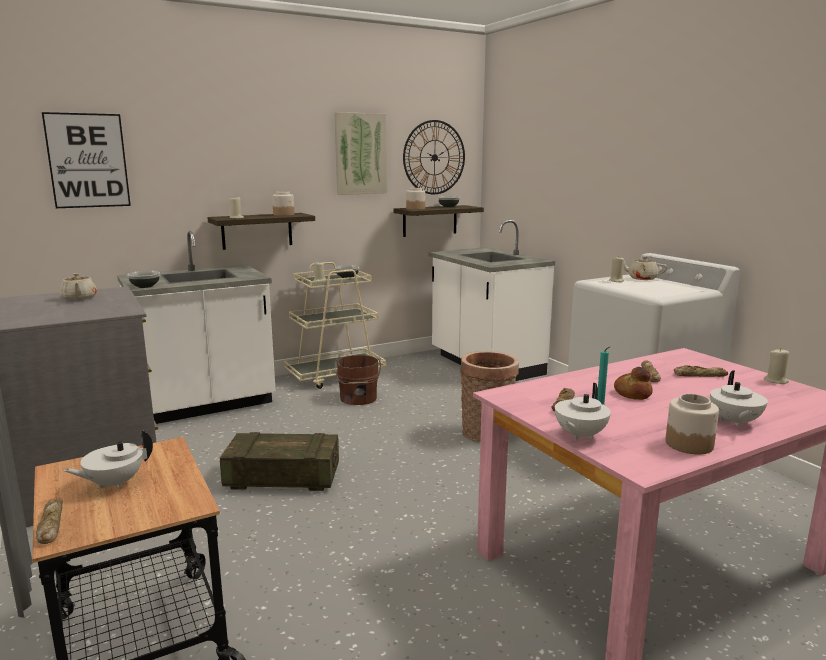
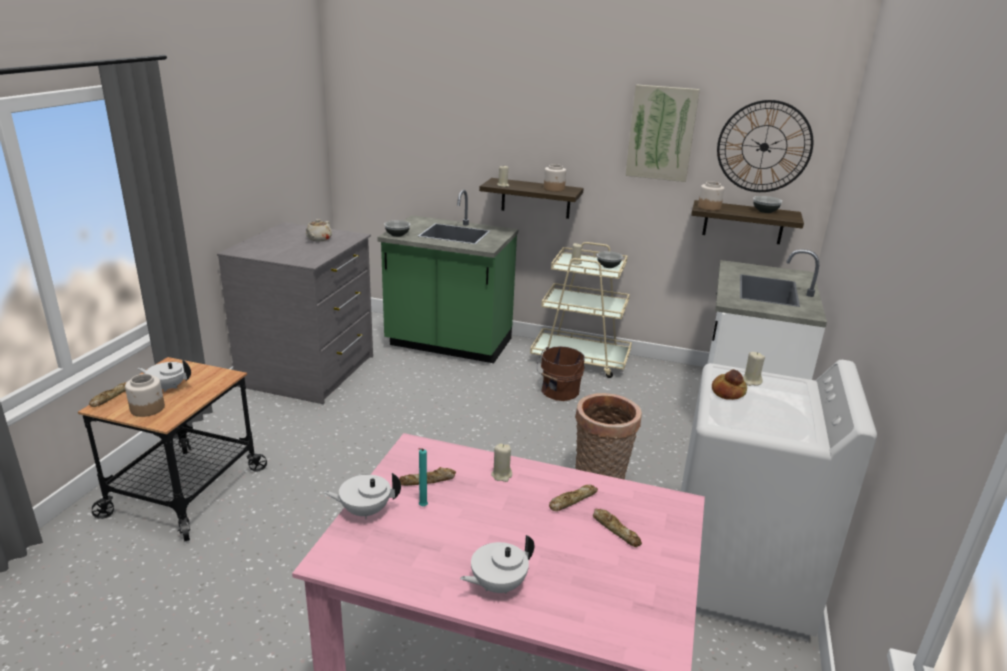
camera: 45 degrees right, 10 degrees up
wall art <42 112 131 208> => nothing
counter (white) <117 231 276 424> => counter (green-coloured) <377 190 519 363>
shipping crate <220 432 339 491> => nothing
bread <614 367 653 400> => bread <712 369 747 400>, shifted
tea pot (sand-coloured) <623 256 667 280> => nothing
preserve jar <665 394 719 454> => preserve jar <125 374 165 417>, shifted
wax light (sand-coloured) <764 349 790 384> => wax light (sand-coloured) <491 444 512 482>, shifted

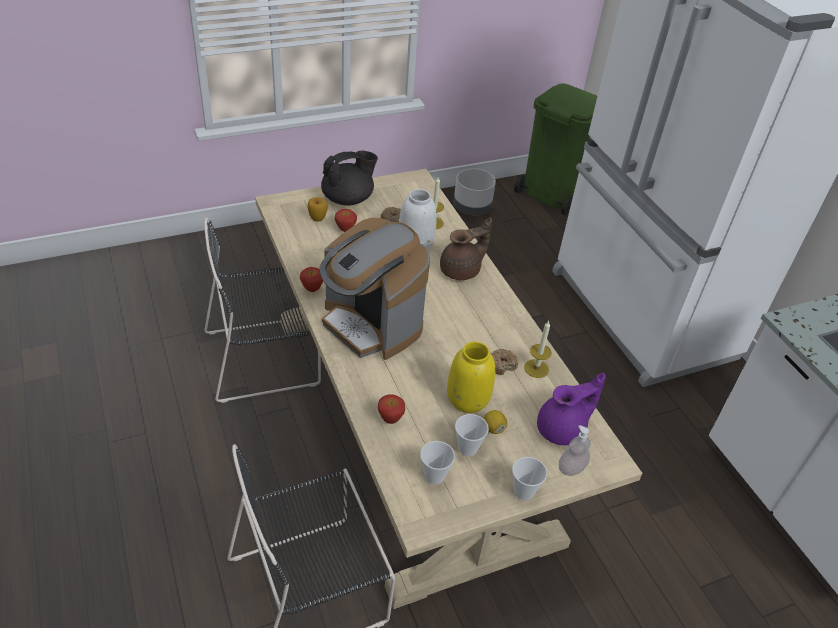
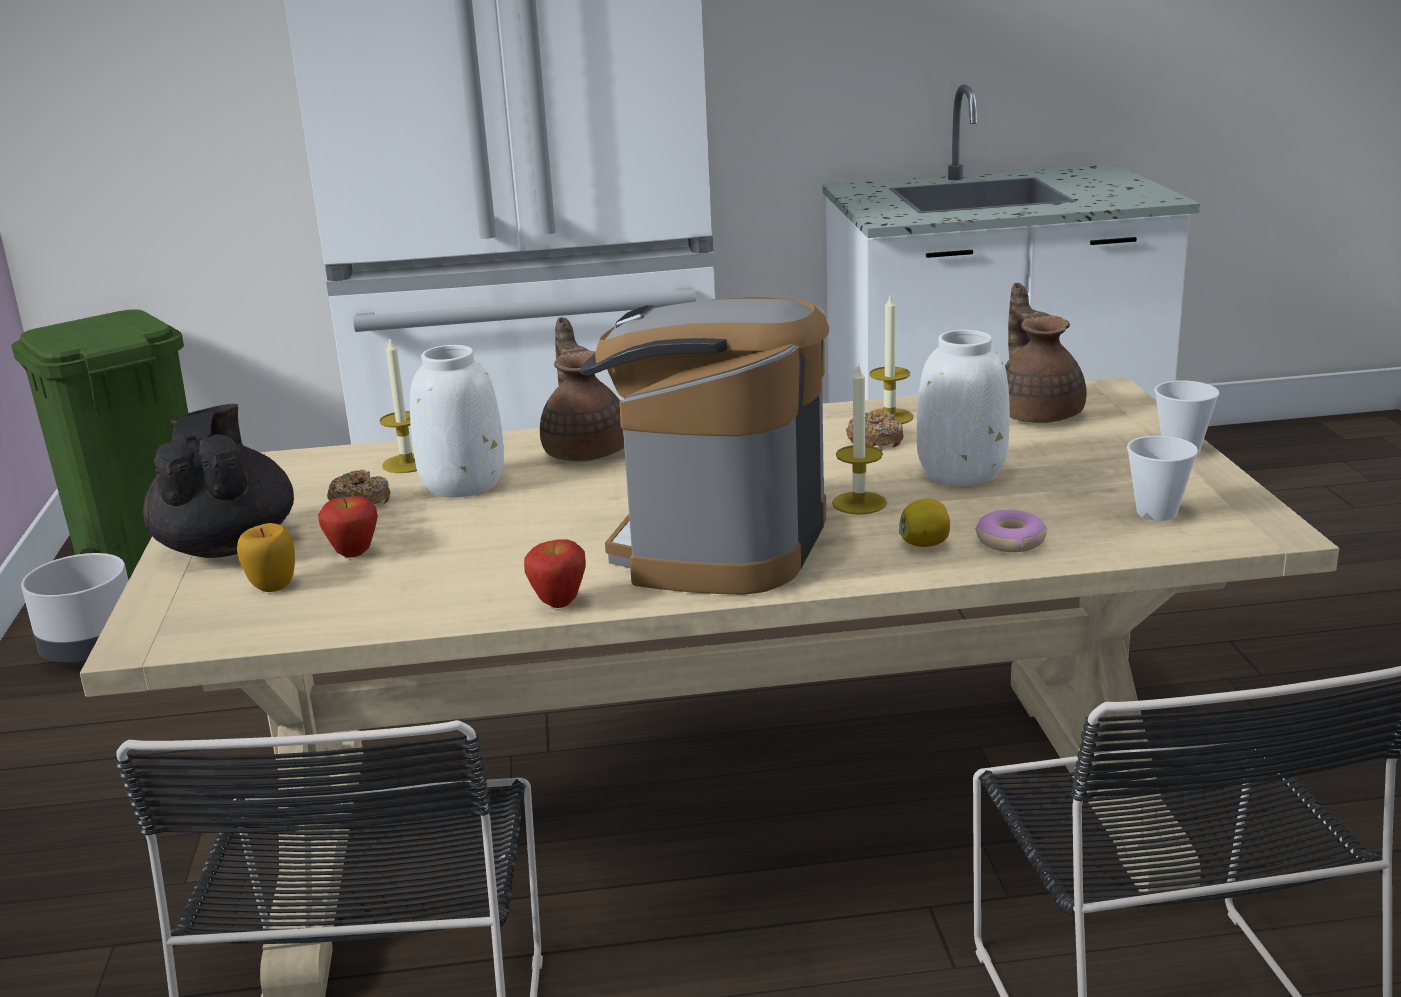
camera: 70 degrees left, 20 degrees down
coffee machine <319 218 430 360> => coffee machine <580 298 829 595>, 135 degrees clockwise
apple <378 395 405 424> => donut <975 510 1047 552>
decorative vase (yellowish) <447 342 495 413> => decorative vase (white) <917 330 1010 486>
cup <455 414 489 456> => nothing
lemon <483 410 507 434> => lemon <899 499 950 547>, shifted
tea pot (purple) <537 373 606 445> => tea pot (brown) <1005 283 1087 423>
liquid soap bottle <559 425 591 476> => nothing
nothing => wax light <832 366 887 515>

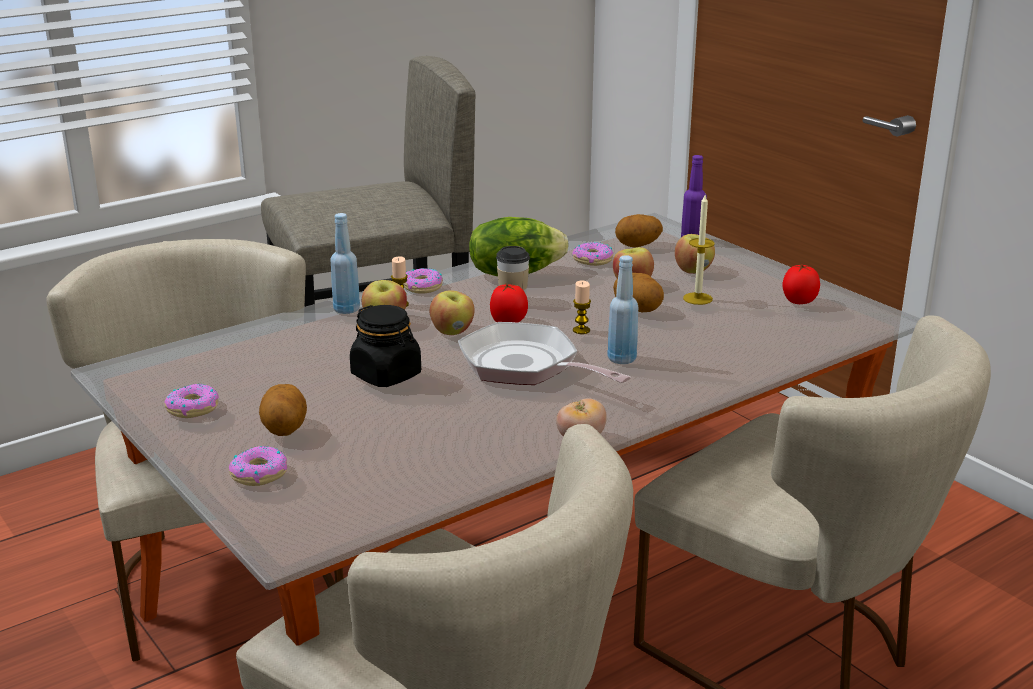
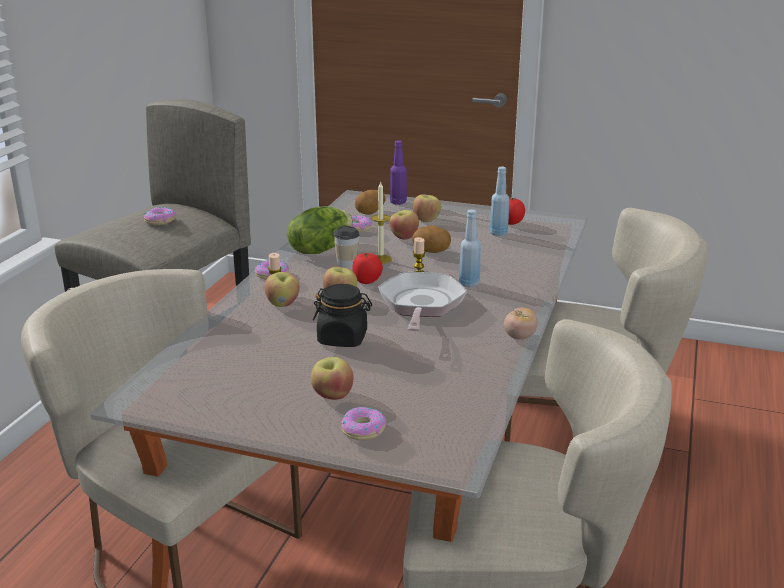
camera: 35 degrees left, 0 degrees up
donut <164 384 219 418> => donut <144 207 176 225>, shifted
spud <259 384 307 436> => apple <311 357 353 400>
bottle (bluish) <330 213 360 314> => bottle (bluish) <490 167 509 236>, shifted
pan <458 322 631 385> => pan <378 272 467 331>, 90 degrees clockwise
wax light <683 195 715 305> => wax light <371 181 392 264>, shifted

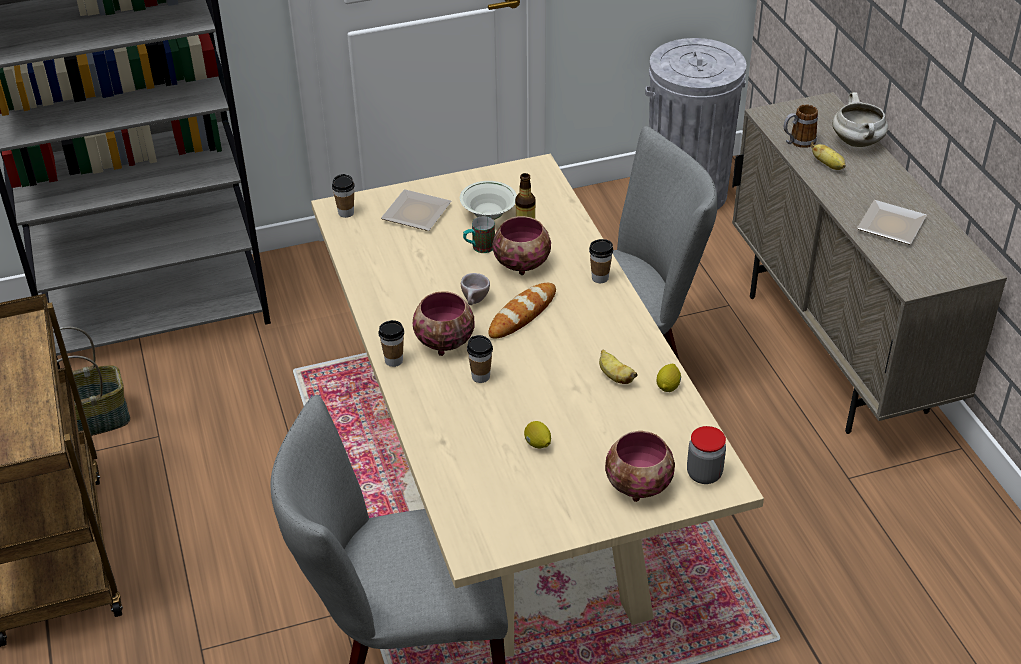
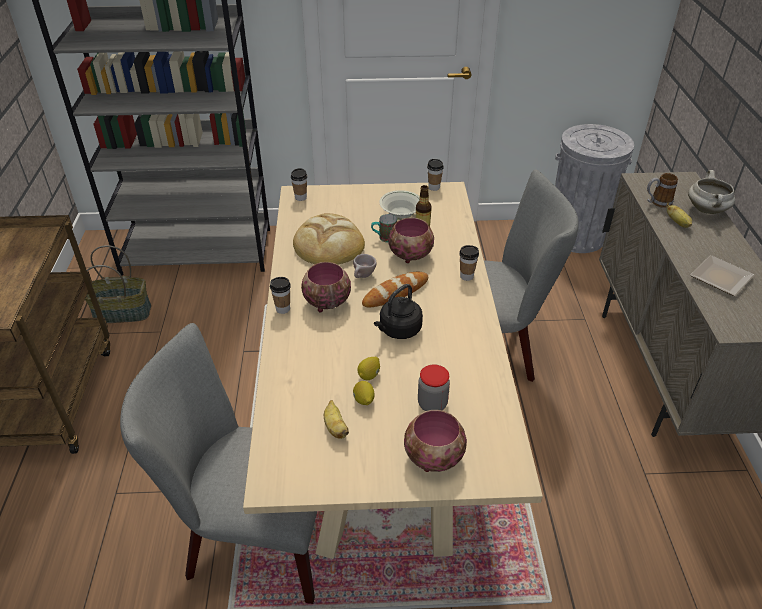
camera: 15 degrees right, 0 degrees up
dinner plate <381 189 451 231> => nothing
cup <467 335 493 383> => cup <427 159 444 191>, shifted
banana fruit <599 349 638 384> => banana fruit <324 400 349 439>, shifted
lemon <656 364 681 392> => lemon <357 357 380 380>, shifted
preserve jar <687 426 726 484> => preserve jar <418 364 450 411>, shifted
nothing => bread <293 213 365 264>
nothing => kettle (black-coloured) <374 284 423 339>

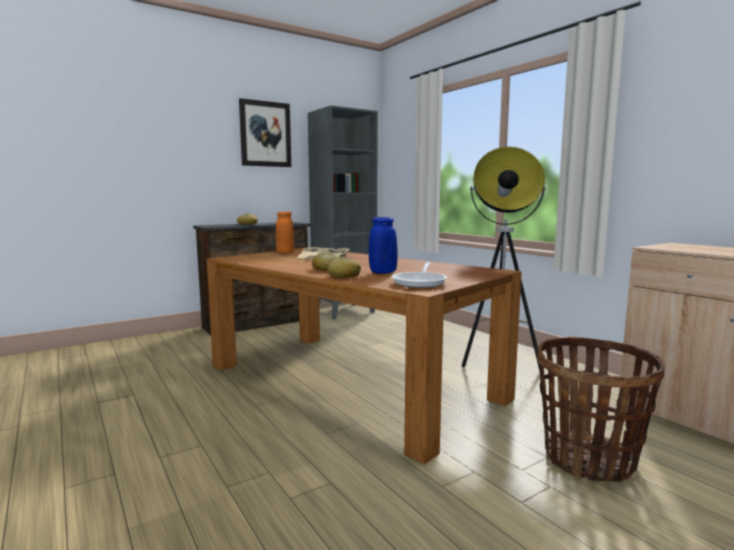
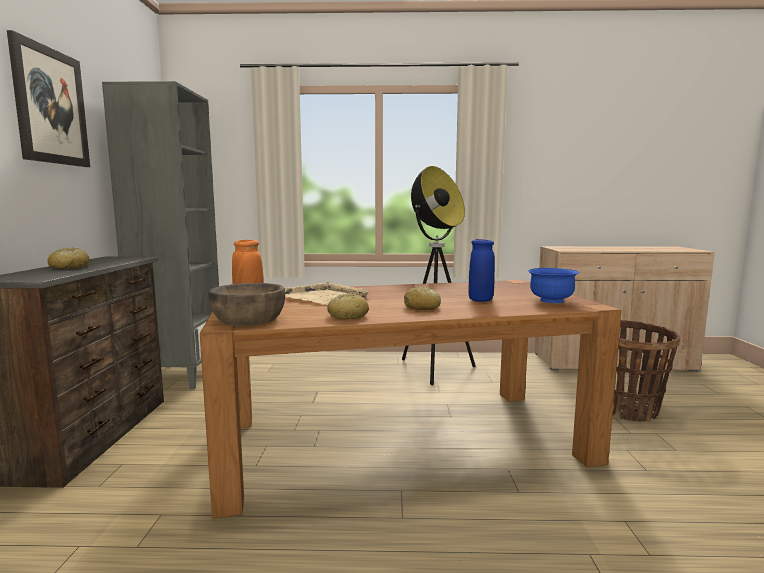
camera: 55 degrees left, 0 degrees up
bread <327 257 361 278> => bread <327 293 369 319>, shifted
pan <392 262 447 288> => deep dish (bluish) <528 268 579 303>
nothing => deep dish (brown) <209 283 285 326>

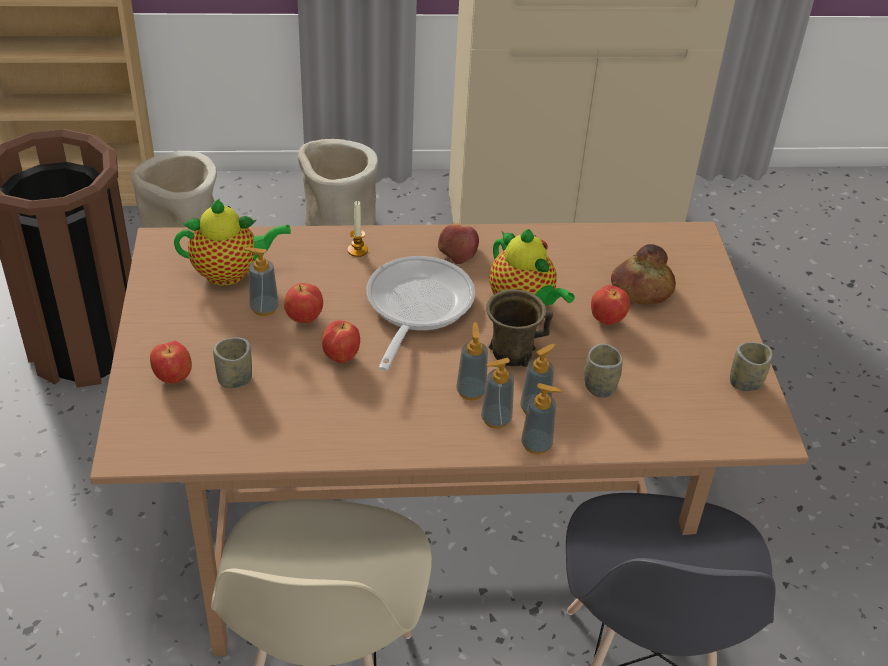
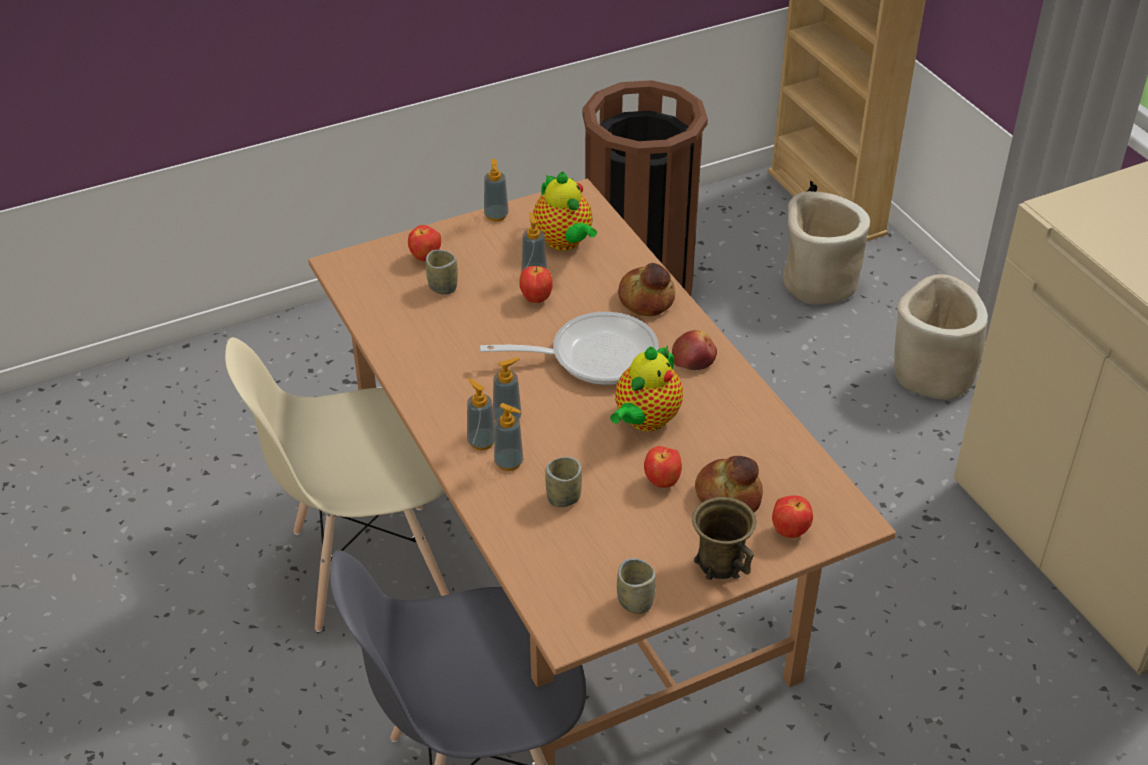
camera: 70 degrees right, 0 degrees up
apple <322 320 360 363> => apple <772 495 813 538>, shifted
wax light <347 201 368 257> => bread <618 263 676 316>
coffee mug (brown) <486 289 553 367> => coffee mug (brown) <692 497 756 580>, shifted
liquid soap bottle <521 383 562 455> => liquid soap bottle <484 159 509 222>, shifted

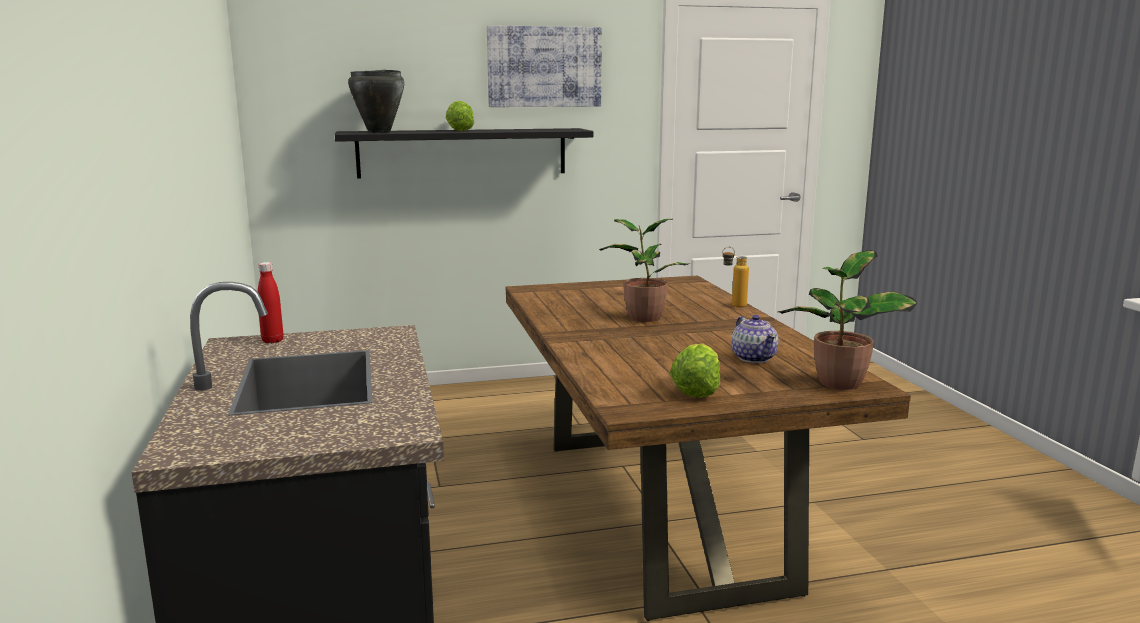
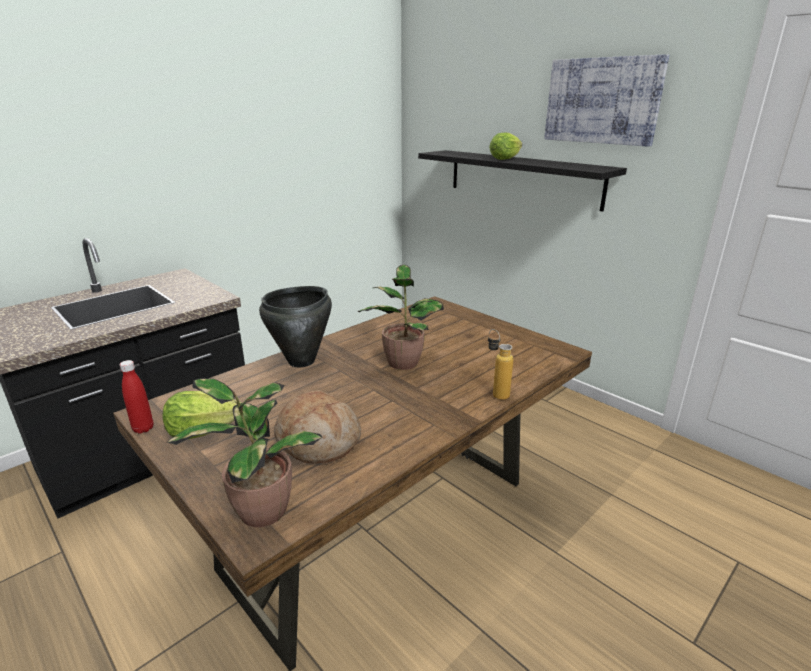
camera: 60 degrees right, 10 degrees up
bottle (reddish) <258 262 283 343> => bottle (reddish) <119 360 153 434>, shifted
saucepot (black-coloured) <348 70 404 133> => saucepot (black-coloured) <259 286 332 367>, shifted
tea pot <731 315 778 363> => bread <274 390 361 463>

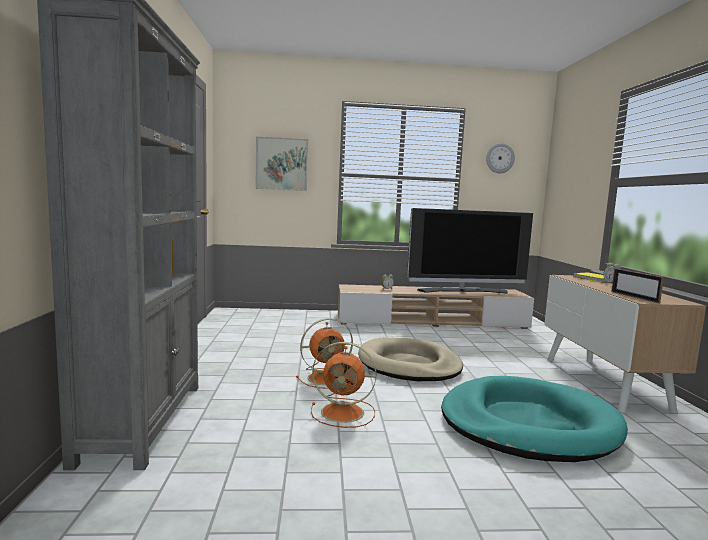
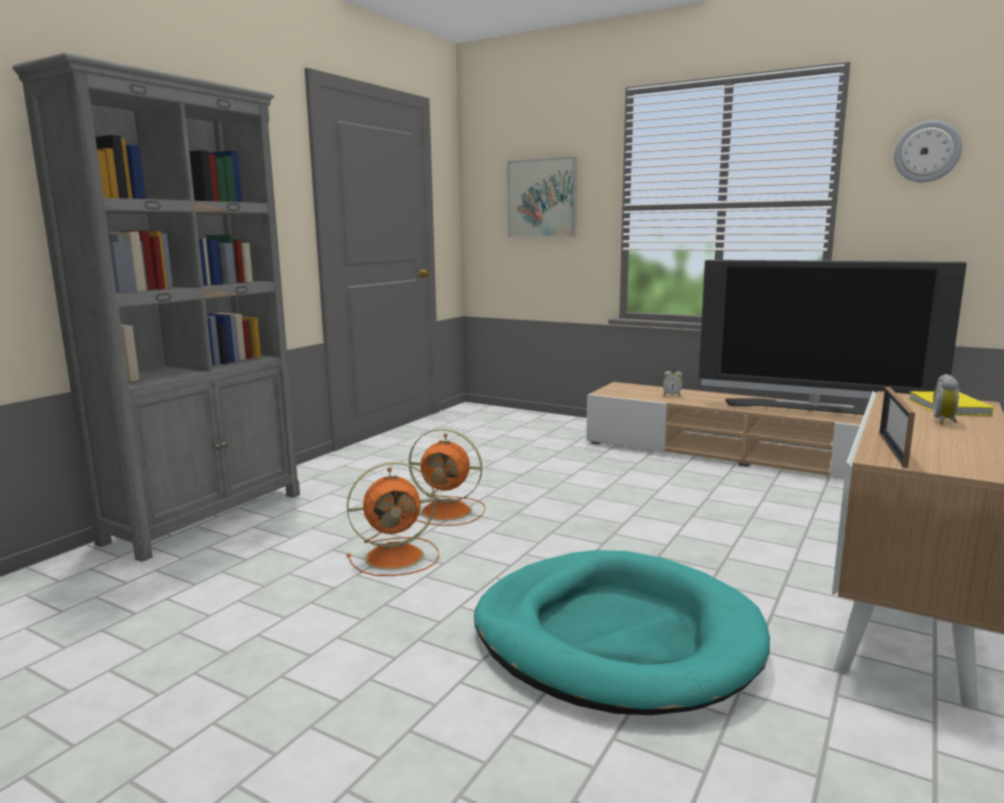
camera: 35 degrees right, 5 degrees up
fan (orange) <311 342 377 428> => fan (orange) <347 462 439 576>, 60 degrees counterclockwise
pet bed (sand-coloured) <358 337 463 381> => nothing

